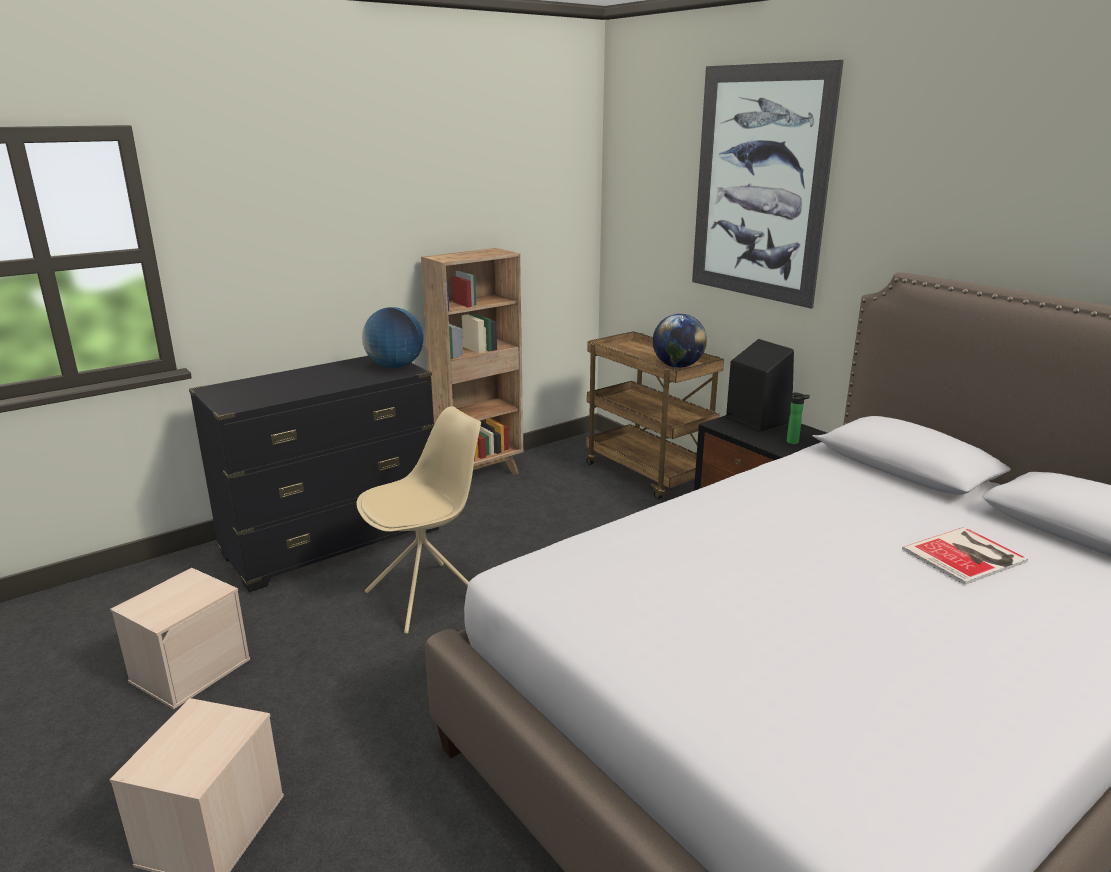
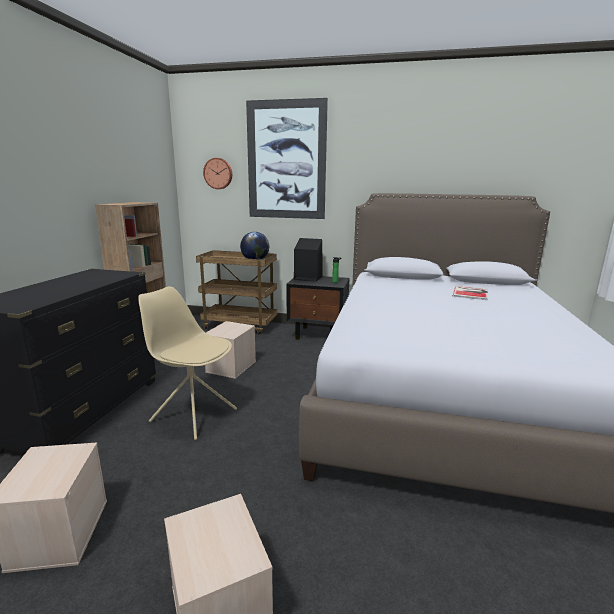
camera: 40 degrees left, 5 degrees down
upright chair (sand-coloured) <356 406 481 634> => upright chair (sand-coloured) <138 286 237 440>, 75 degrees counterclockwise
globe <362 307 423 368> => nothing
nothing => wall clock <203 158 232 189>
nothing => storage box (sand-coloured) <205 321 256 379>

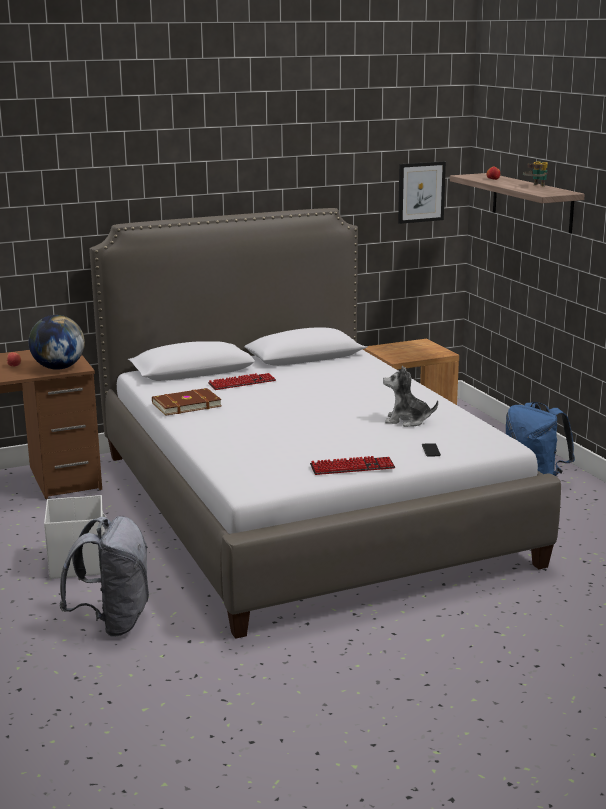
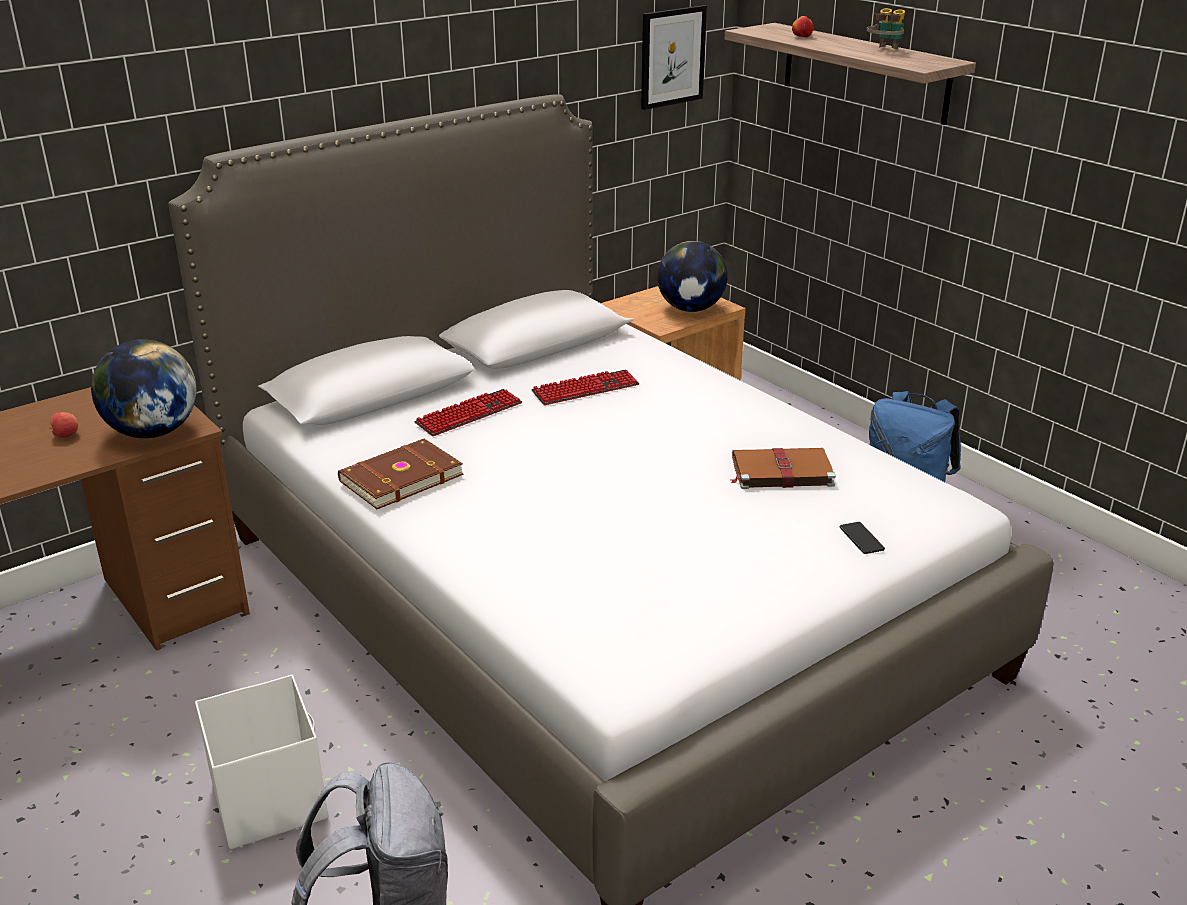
camera: 15 degrees left, 10 degrees up
computer keyboard <310 456 395 475> => computer keyboard <532 370 640 405>, shifted
plush toy <383 366 438 427> => book (brown) <731 448 836 489>
nothing => globe <657 241 728 312>

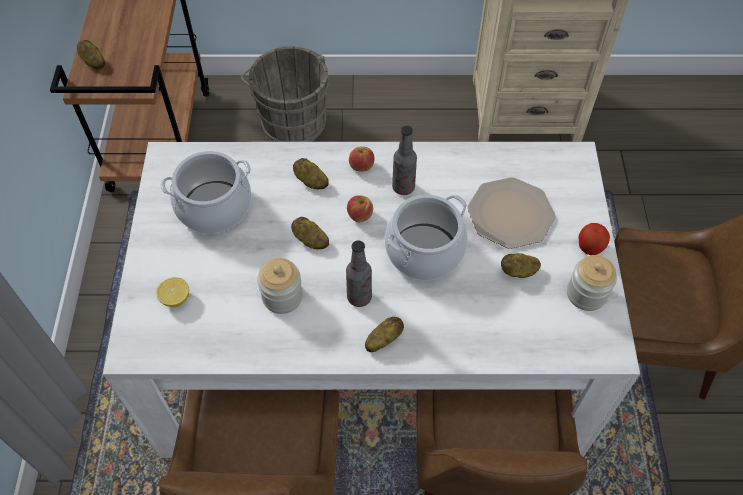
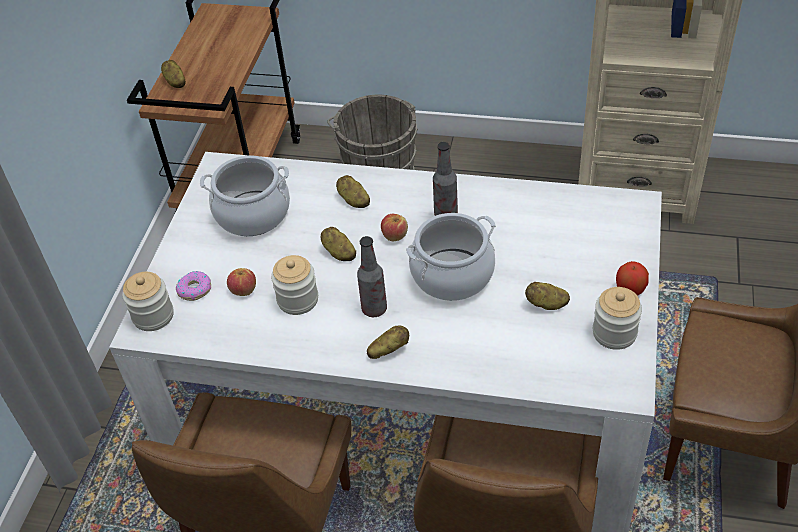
camera: 15 degrees right, 10 degrees down
lemon <156 277 189 307> => donut <176 271 211 301>
apple <349 147 375 172> => apple <227 268 256 296>, shifted
dinner plate <467 177 555 249> => nothing
nothing => preserve jar <122 272 174 331>

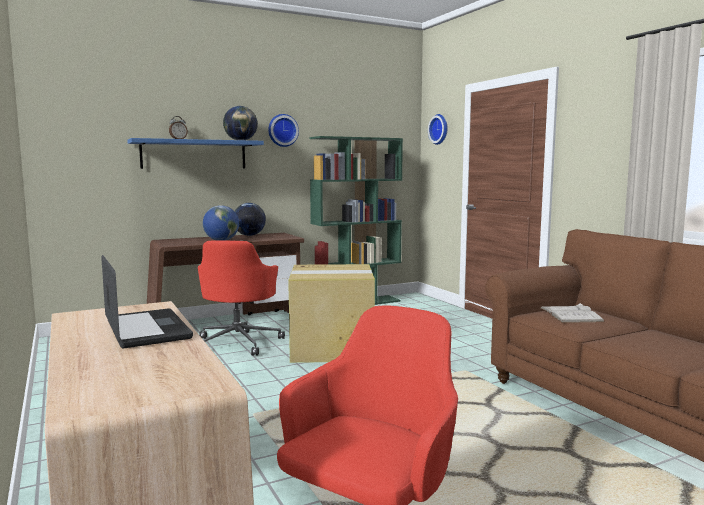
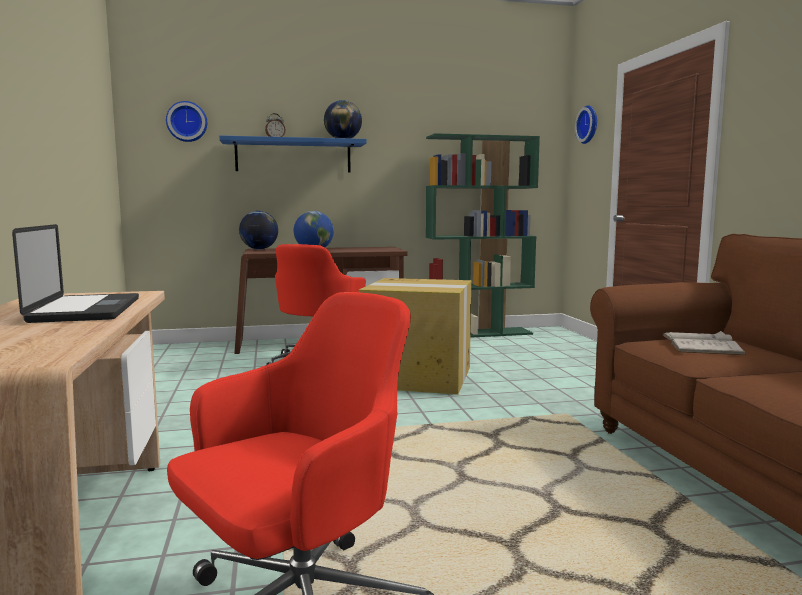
camera: 15 degrees right, 0 degrees up
globe <235 203 266 236> => globe <239 211 278 250>, shifted
wall clock <268 114 299 147> => wall clock <166 101 207 142>, shifted

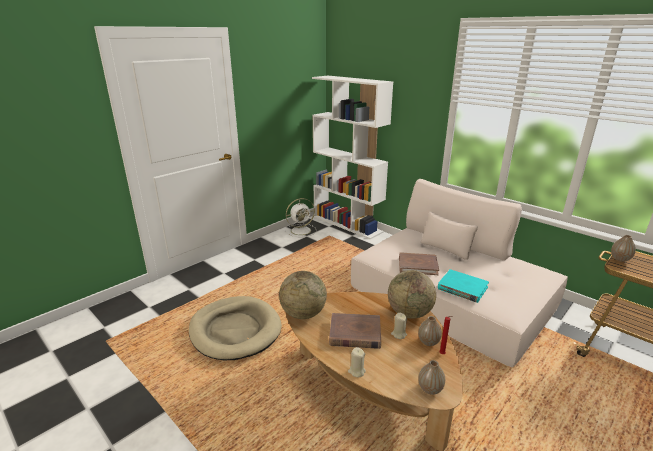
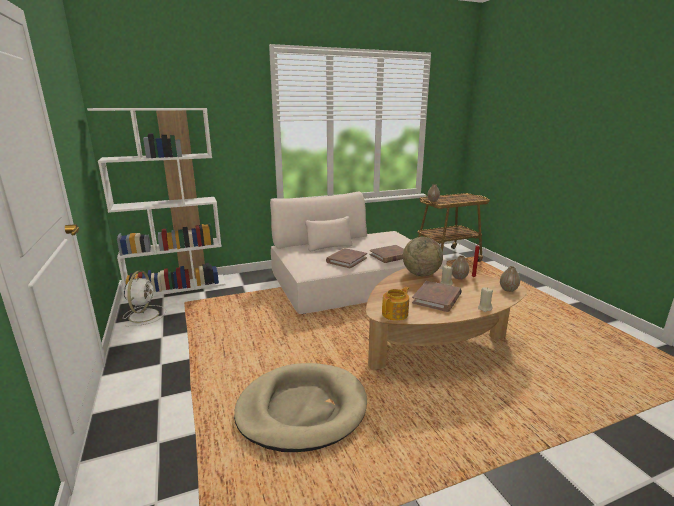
camera: 65 degrees left, 5 degrees down
globe <279 271 327 319> => tea pot <382 287 409 321>
book (blue-green) <438 269 489 303> => book (brown) <370 245 404 263>

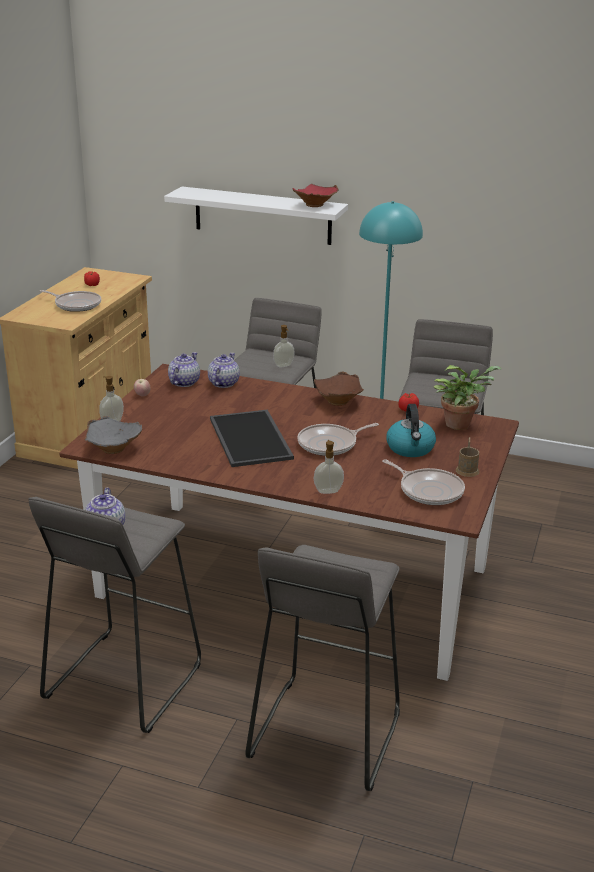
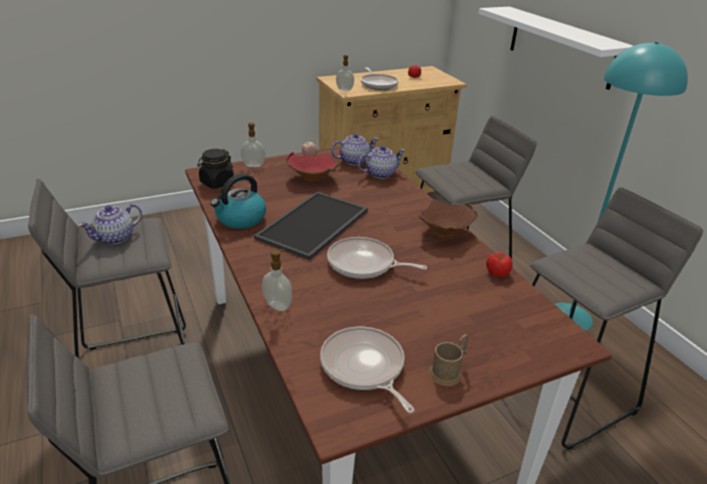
camera: 45 degrees right, 5 degrees up
deep dish (gray) <84 416 142 454> => preserve jar (black-coloured) <197 149 234 189>
liquid soap bottle <273 325 295 368> => liquid soap bottle <336 55 354 91>, shifted
deep dish (reddish) <292 184 339 207> => deep dish (reddish) <286 152 339 181>, shifted
pan <382 459 465 505> => pan <320 327 414 413>, 150 degrees clockwise
kettle <387 404 436 457> => kettle <210 174 266 229>, shifted
potted plant <433 365 501 430> => nothing

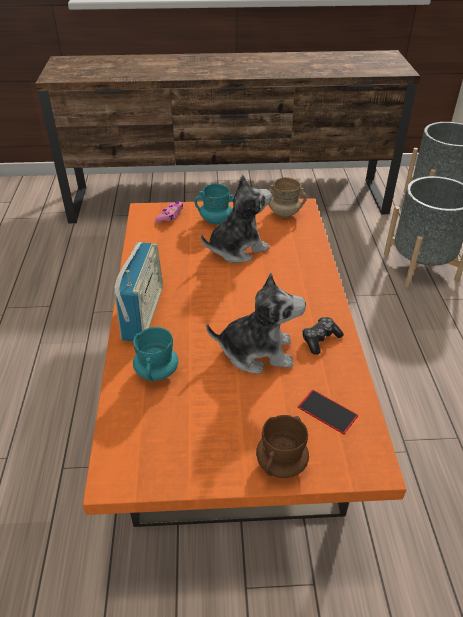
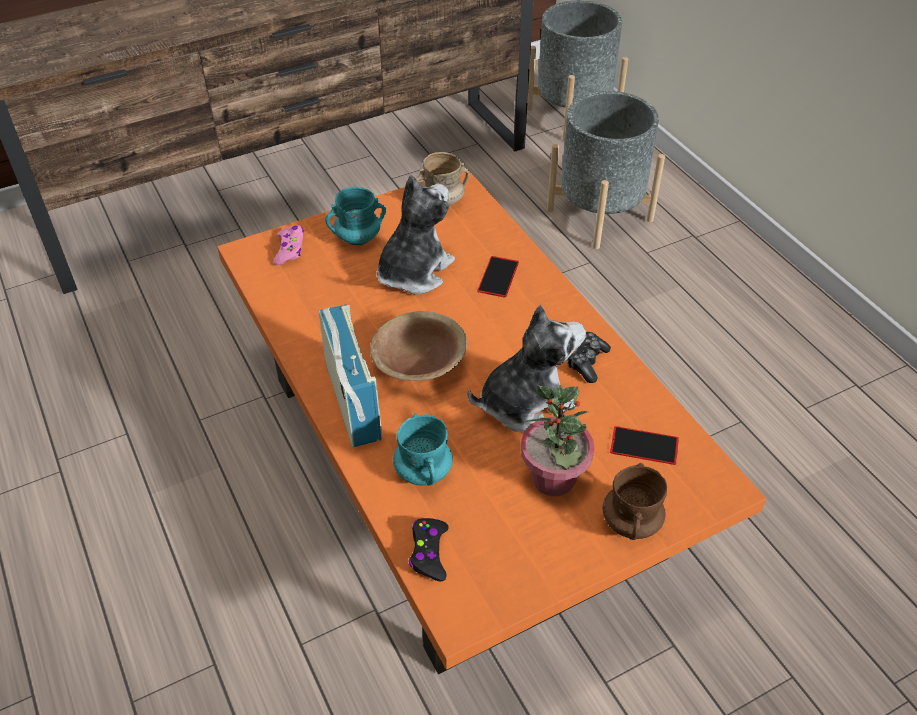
camera: 25 degrees left, 5 degrees up
nothing => deep dish (brown) <370 311 467 381>
nothing => game controller (black-coloured) <409 518 449 582>
nothing => telephone <477 256 519 298>
nothing => potted plant <521 385 594 496>

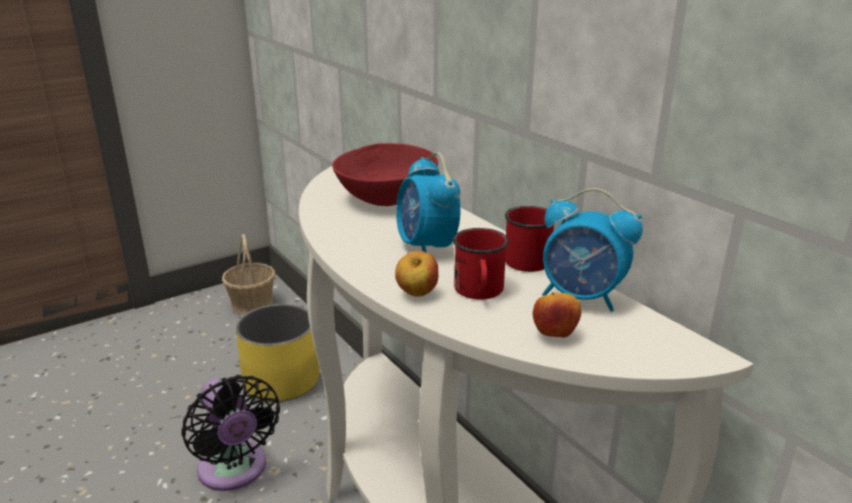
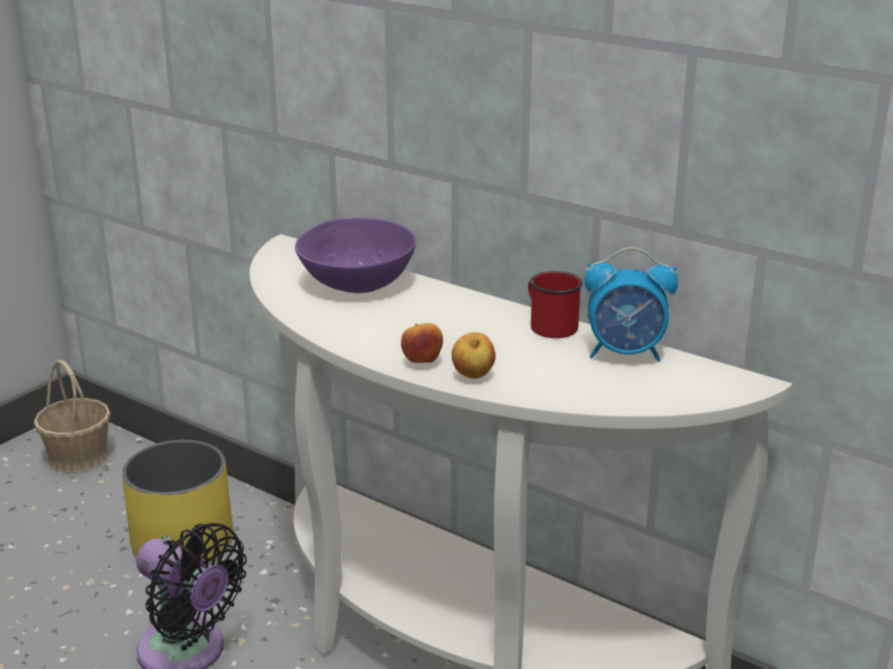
camera: 20 degrees left, 0 degrees up
deep dish (reddish) <332 143 438 206> => deep dish (purple) <295 218 416 293>
bedside clock <396 152 461 253> => nothing
coffee mug (reddish) <453 228 509 300> => nothing
apple <532 292 581 338> => apple <401 323 443 363>, shifted

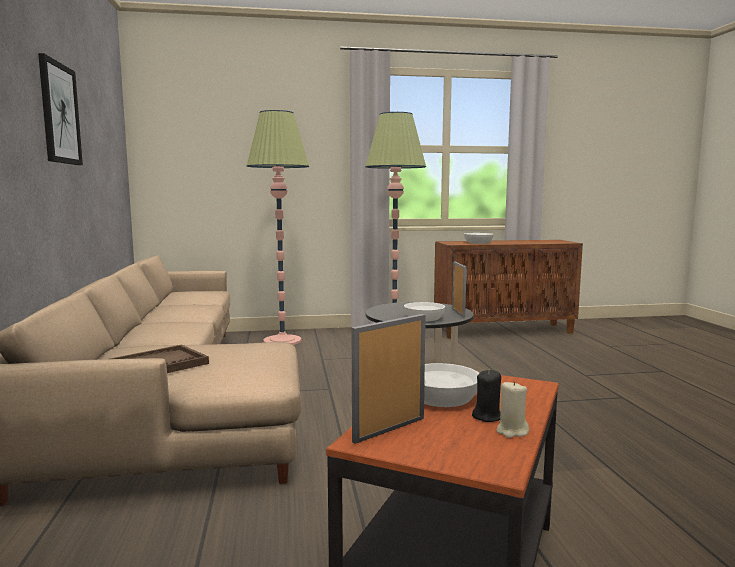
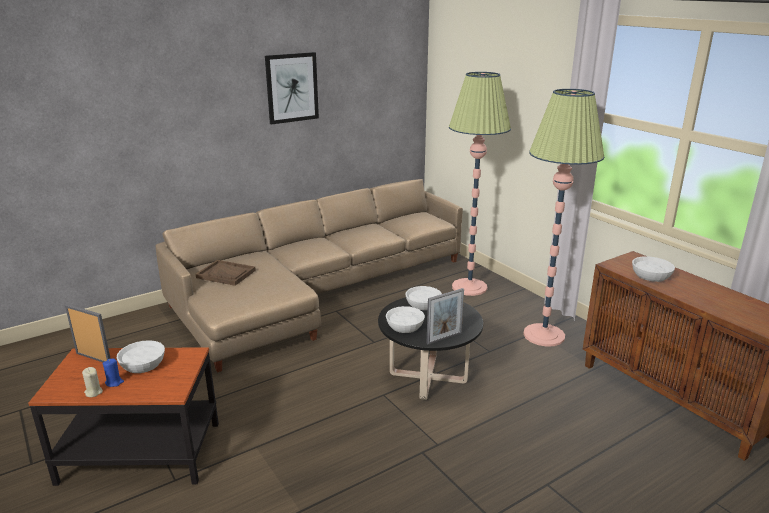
camera: 65 degrees right, 15 degrees up
wax light (black-coloured) <472 369 501 422> => wax light (bluish) <103 359 124 387>
nothing => deep dish (white) <406 286 442 310>

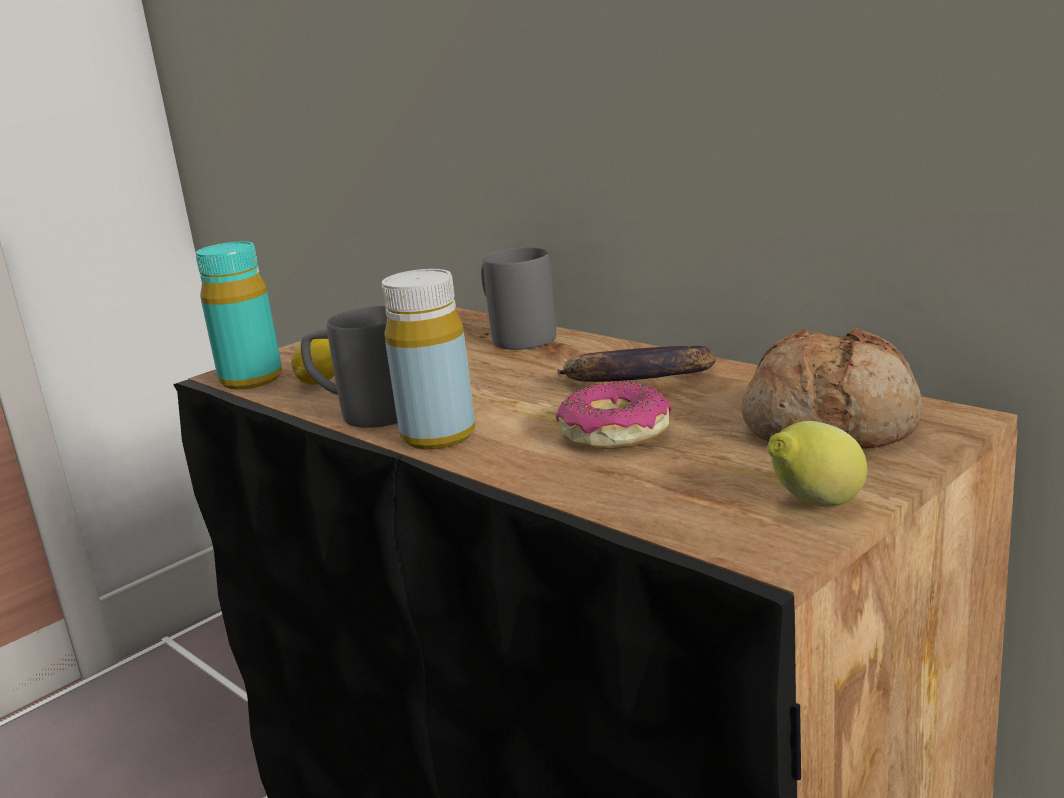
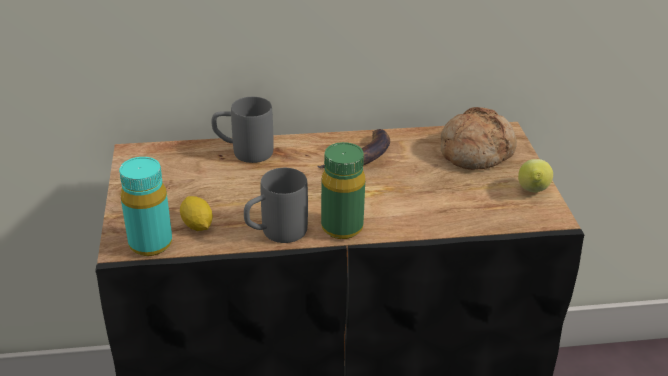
camera: 55 degrees left, 15 degrees up
bottle (yellowish) <381 269 476 450> => bottle (green-coloured) <321 142 365 239>
donut <555 381 672 449> => nothing

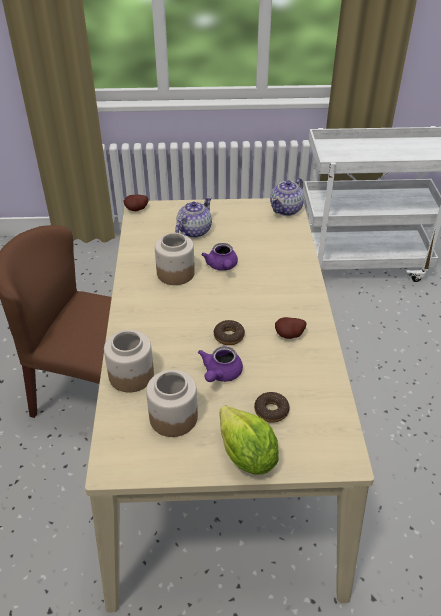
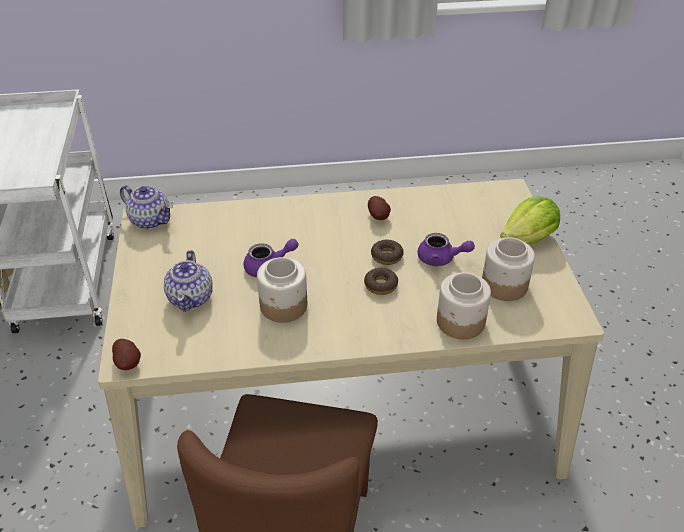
camera: 95 degrees left, 0 degrees up
tea pot <175 196 212 238> => tea pot <164 250 213 312>, 120 degrees counterclockwise
donut <254 392 290 423> => donut <364 268 398 295>, shifted

